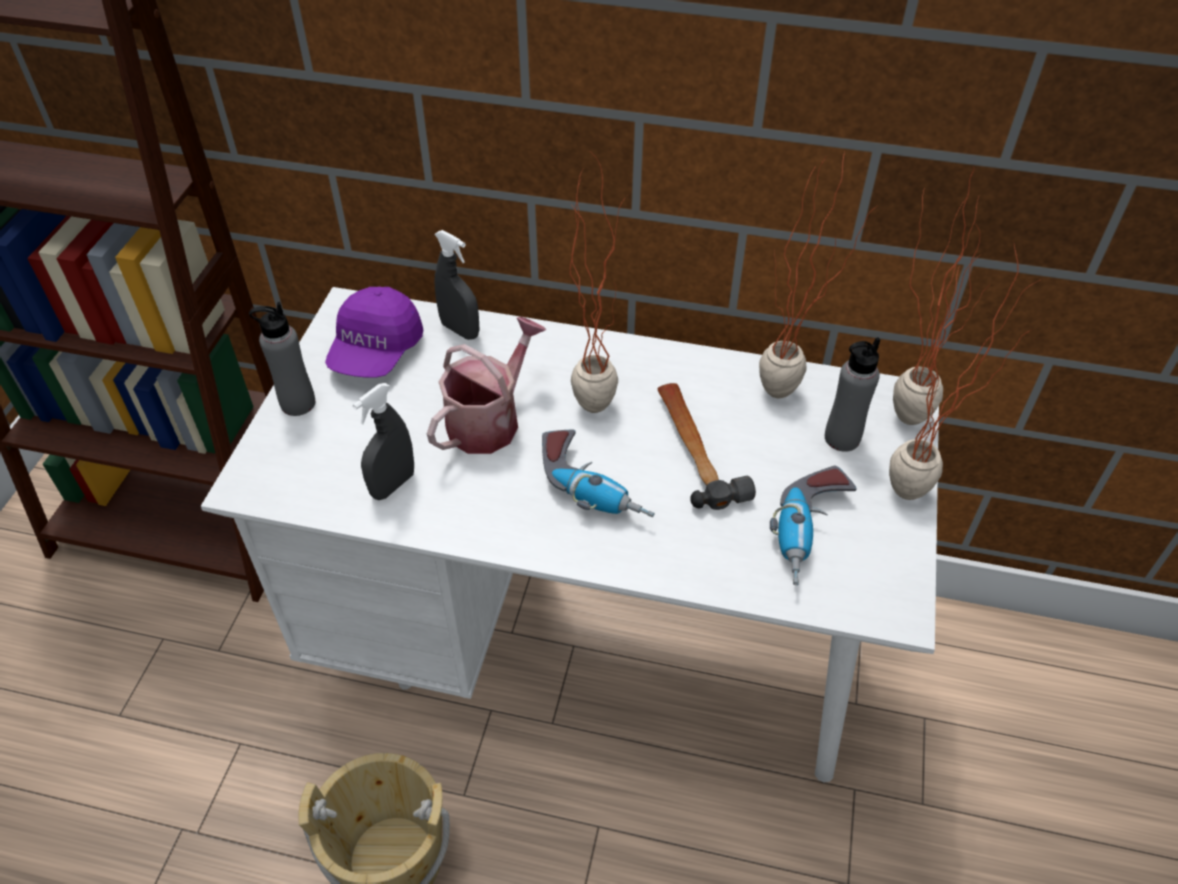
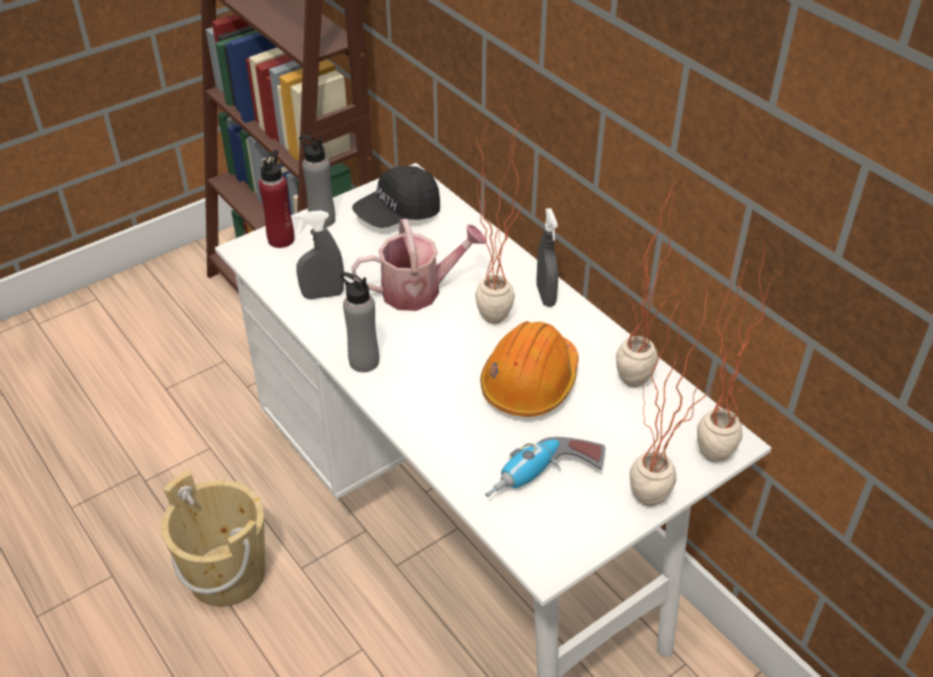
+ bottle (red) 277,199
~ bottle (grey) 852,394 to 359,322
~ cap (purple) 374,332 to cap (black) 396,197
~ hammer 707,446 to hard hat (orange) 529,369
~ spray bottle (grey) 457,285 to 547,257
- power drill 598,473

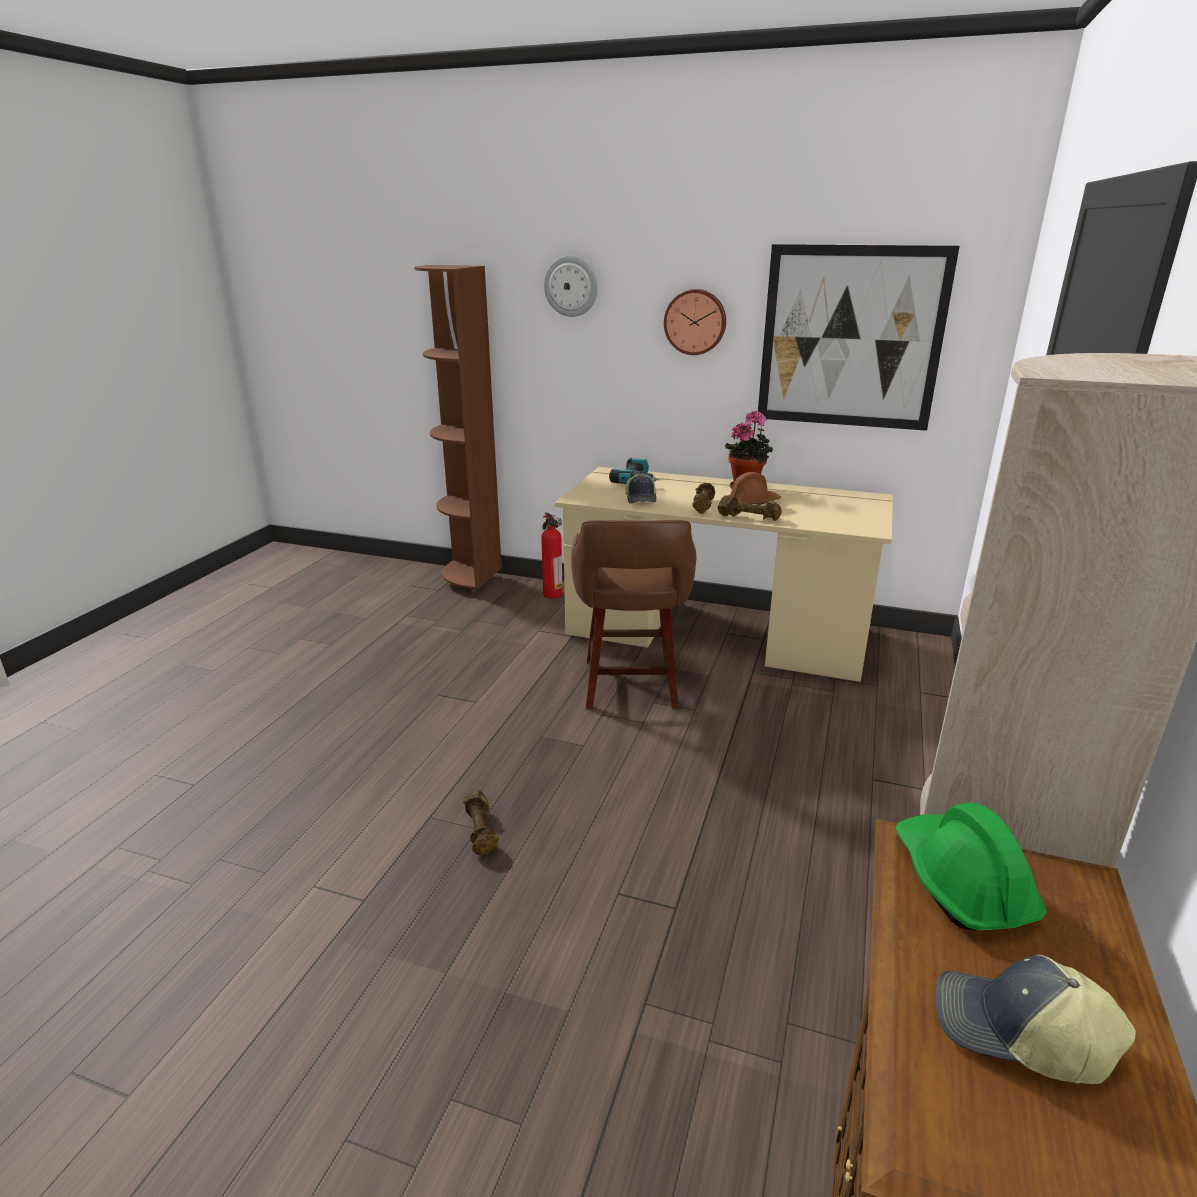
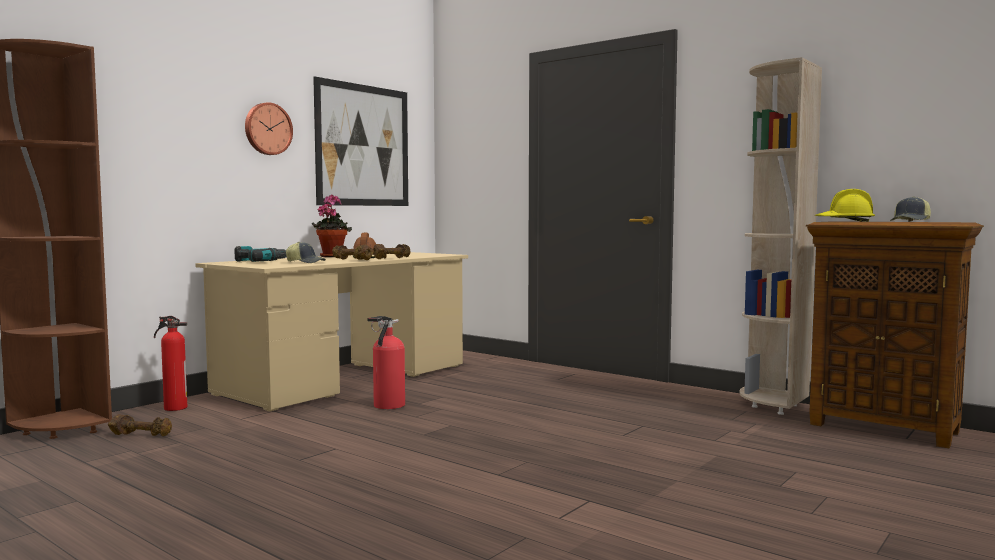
~ dumbbell (brown) 481,822 to 140,425
~ stool (brown) 633,614 to fire extinguisher 386,362
~ hard hat (green) 971,866 to hard hat (yellow) 845,205
- wall clock 571,286

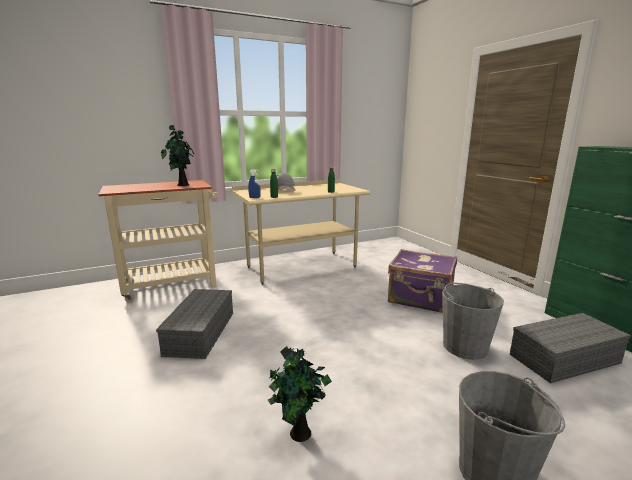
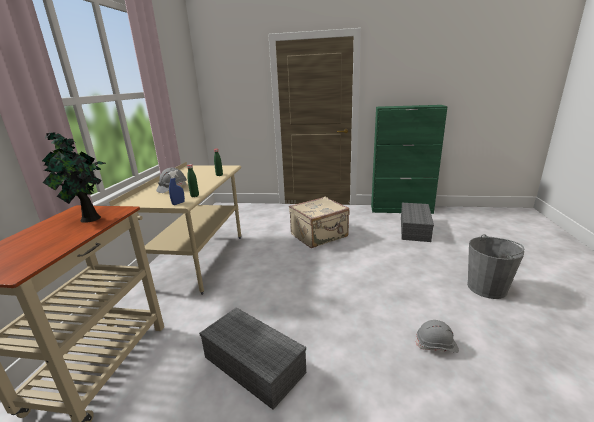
~ suitcase (purple) 422,281 to suitcase (beige) 319,222
~ potted plant 300,394 to hard hat (grey) 437,336
- bucket (grey) 473,321

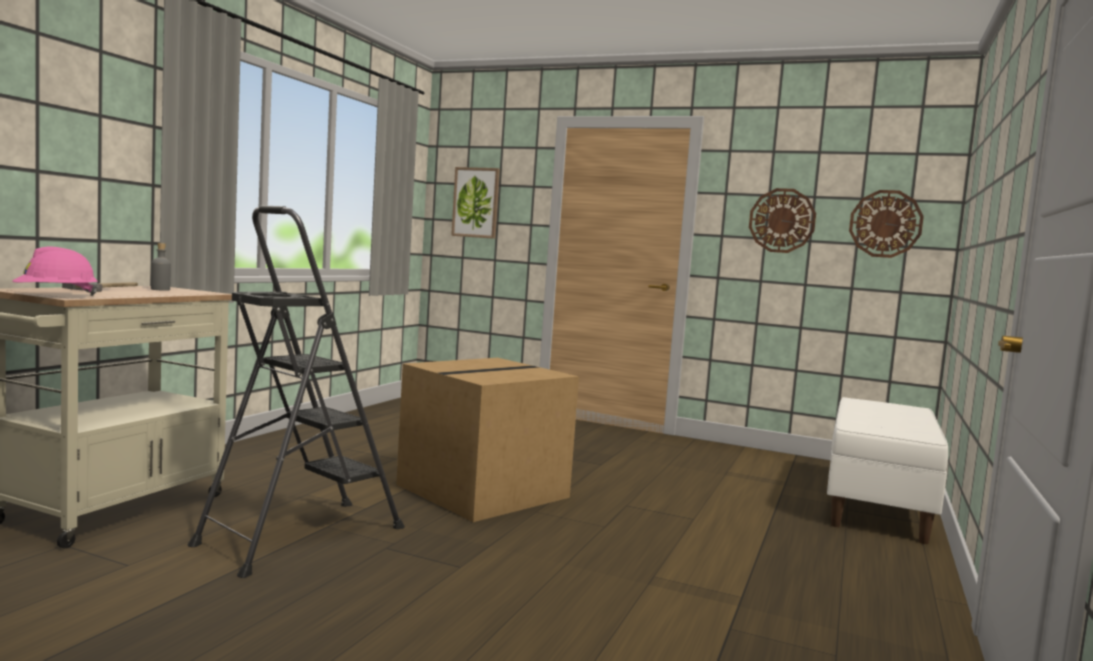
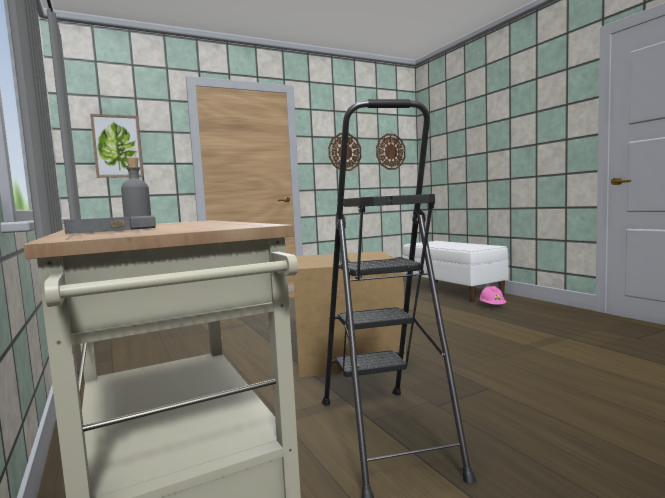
~ hard hat (pink) 55,271 to 493,295

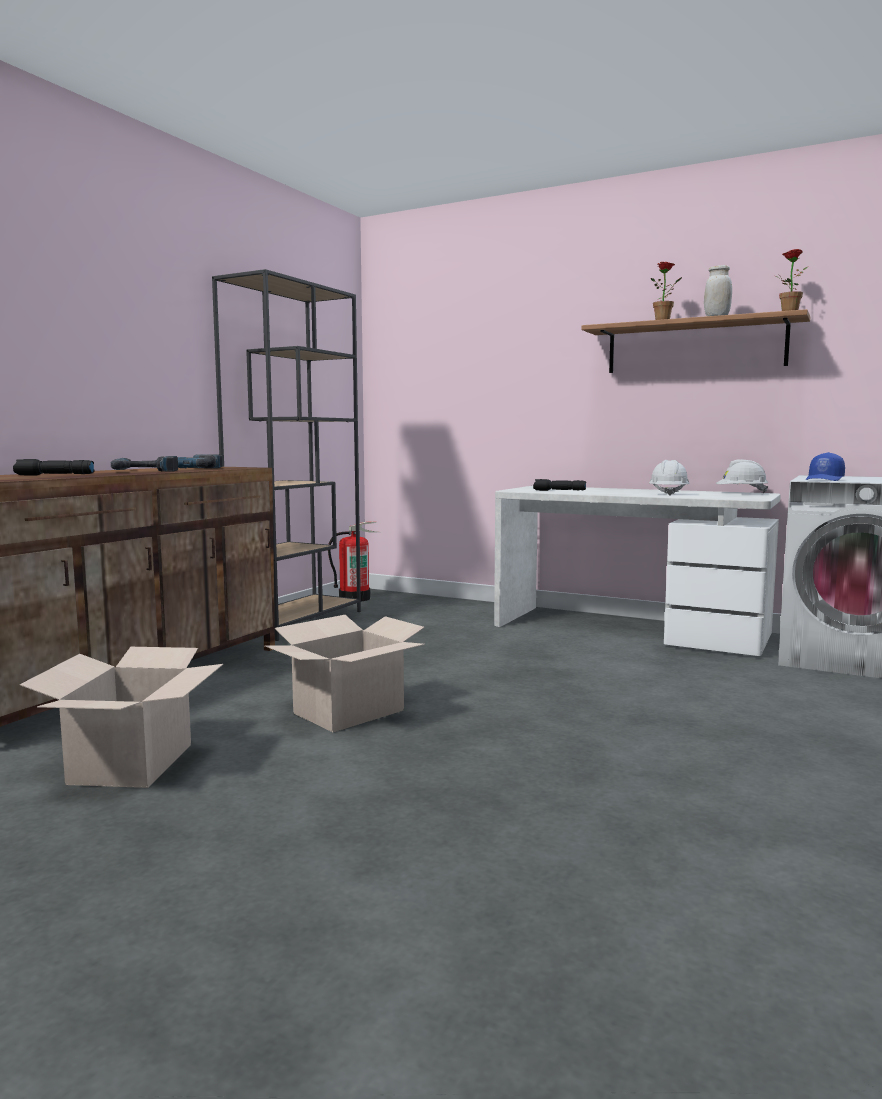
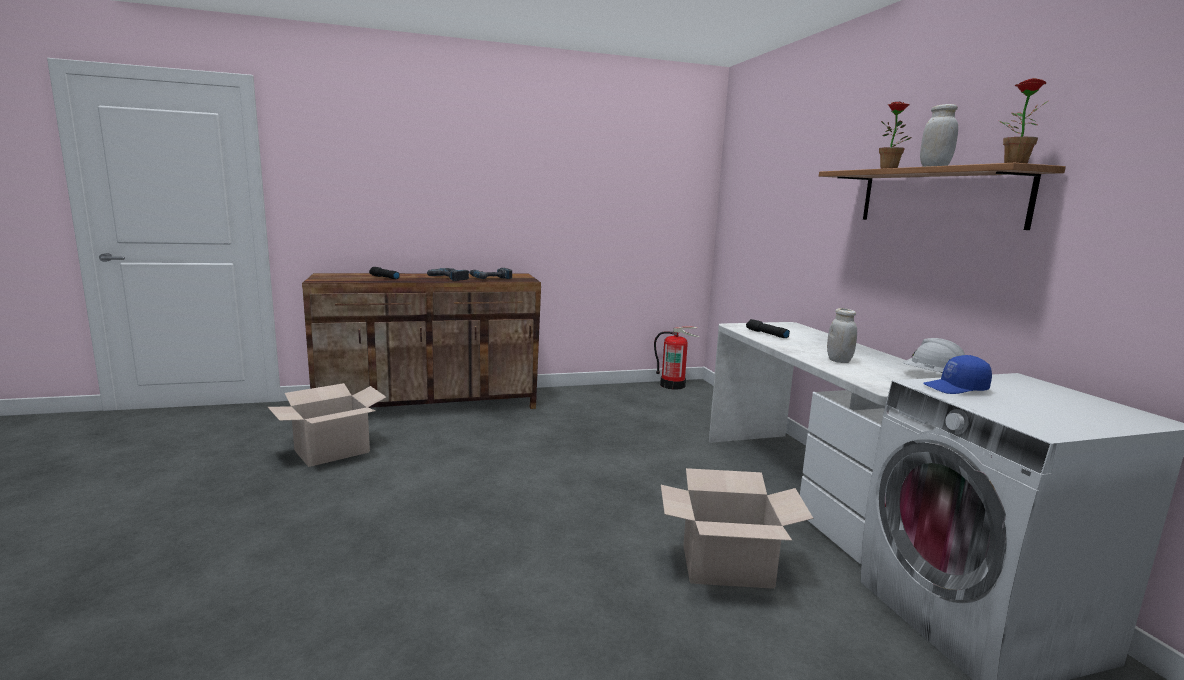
~ cardboard box 344,673 to 737,528
~ hard hat (white) 669,478 to jar (white) 842,335
- bookcase 286,455

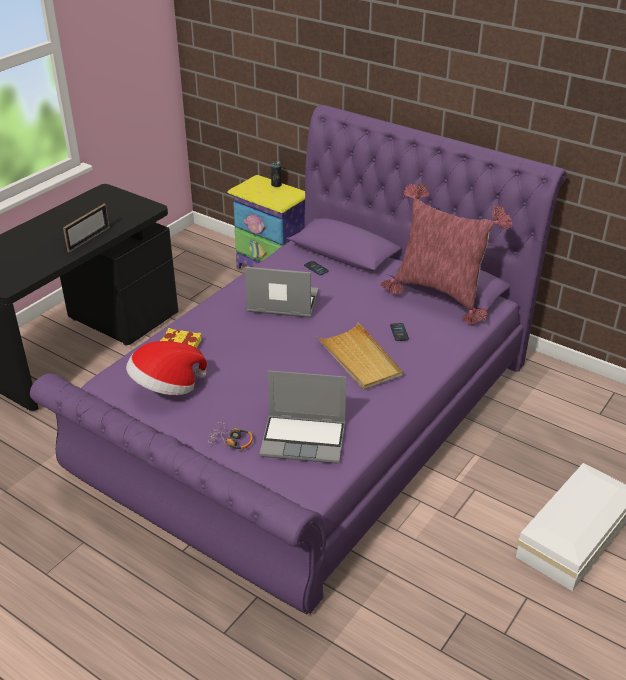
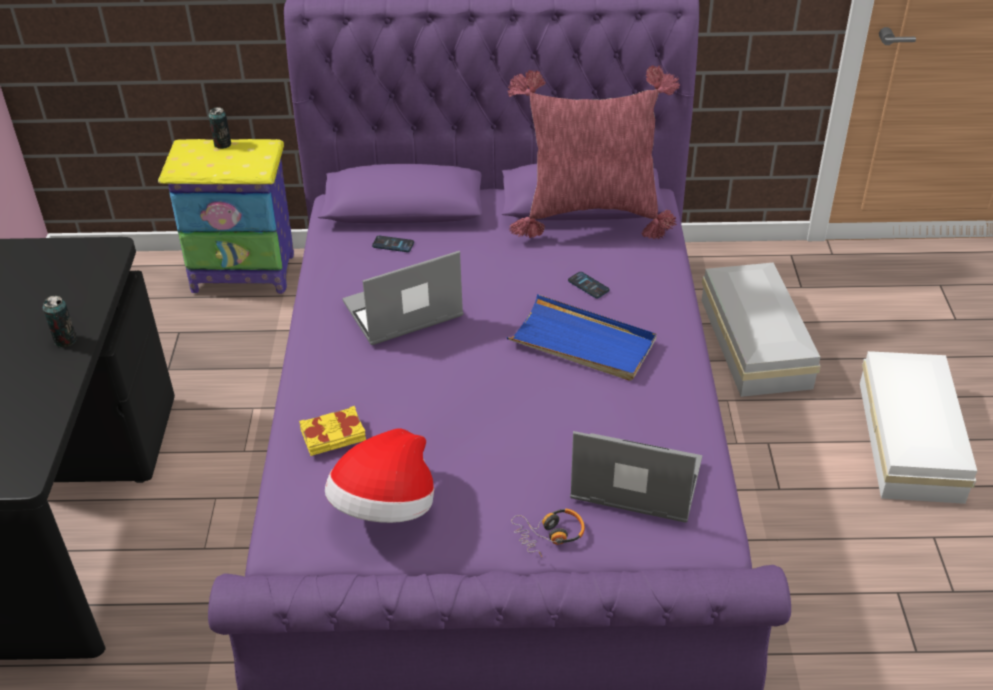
~ picture frame 86,228 to can 60,321
~ tray (beige) 359,356 to tray (blue) 582,337
~ laptop 302,416 = 636,477 135 degrees counterclockwise
+ storage box (white) 761,329

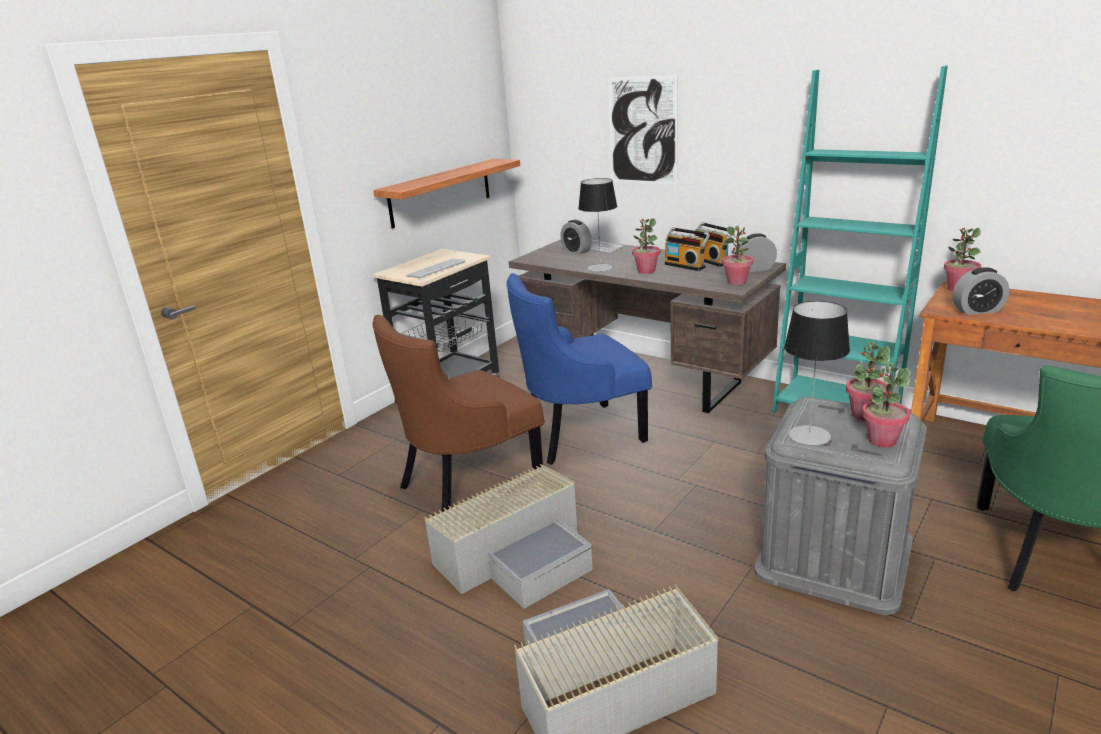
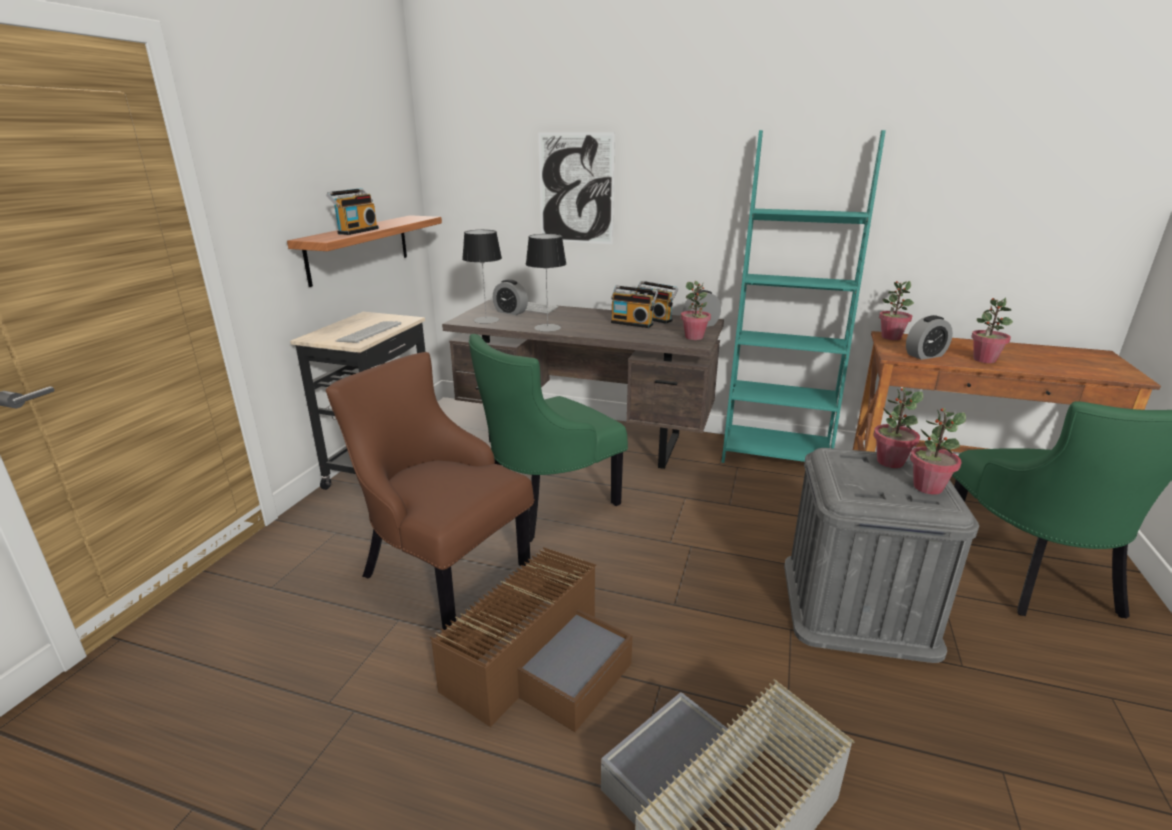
+ radio 352,211
~ chair (brown) 458,413 = 430,491 90 degrees clockwise
~ storage box (grey) 508,536 to storage box (brown) 531,639
~ table lamp 817,373 to 482,277
~ chair (blue) 579,369 to chair (green) 548,438
~ potted plant 646,246 to 992,330

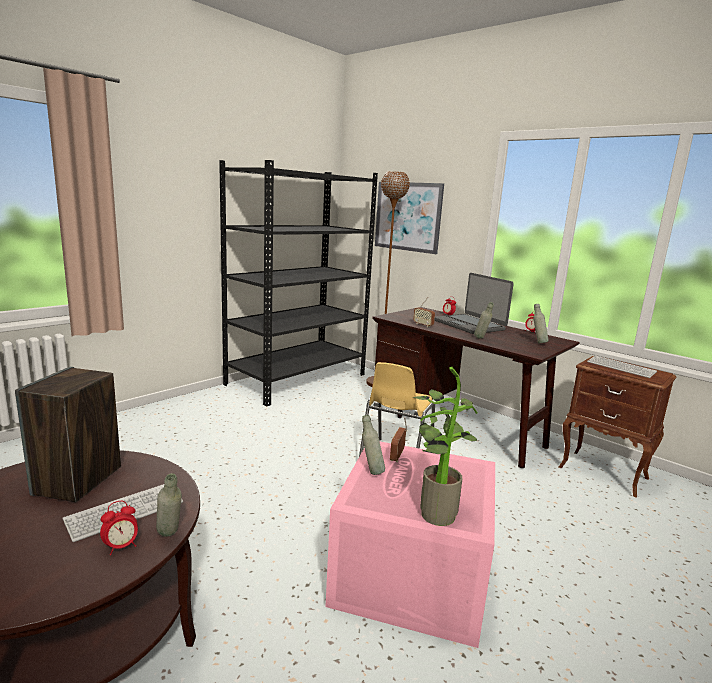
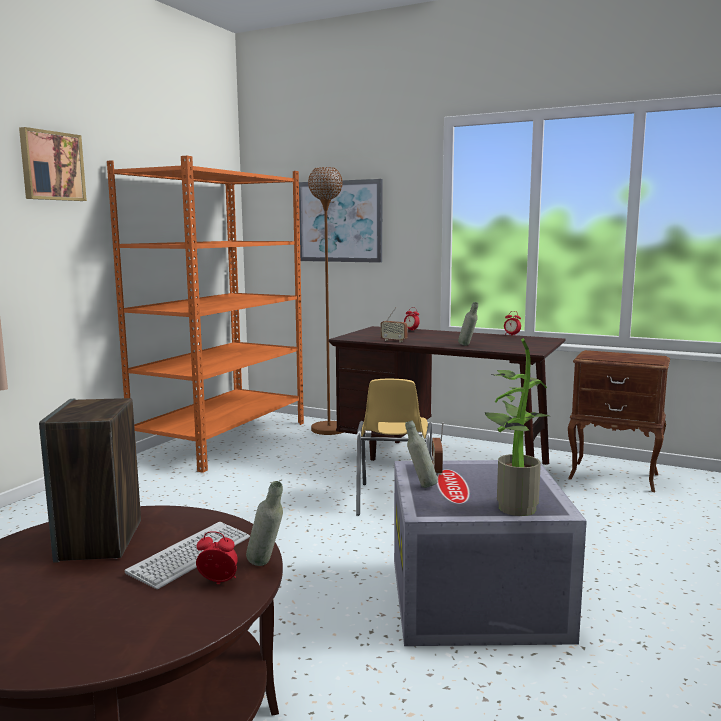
+ picture 53,164
~ bookcase (black) 298,283 to bookcase (orange) 205,314
~ alarm clock 119,528 = 217,557 120 degrees counterclockwise
~ storage box (pink) 410,545 to storage box (grey) 490,553
- laptop 474,303
- bottle (grey) 541,324
- keyboard 622,366

